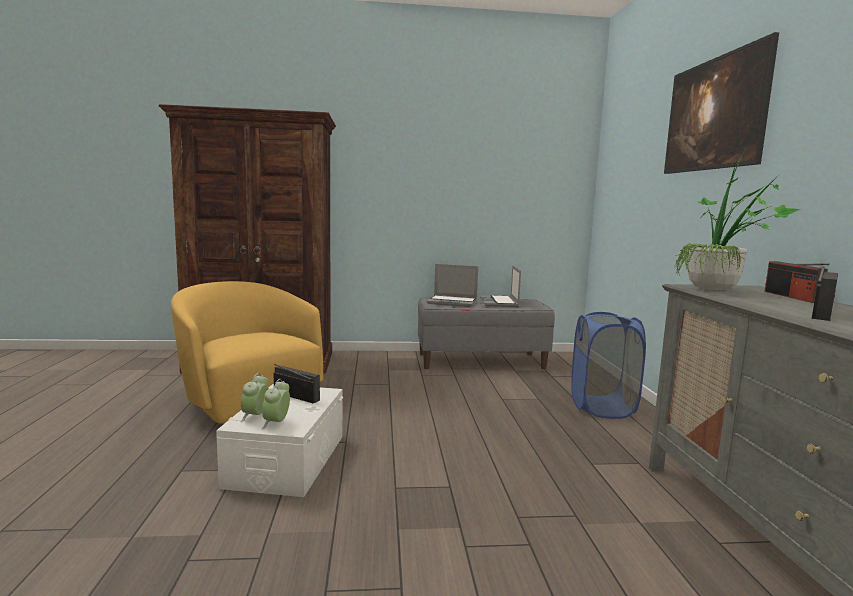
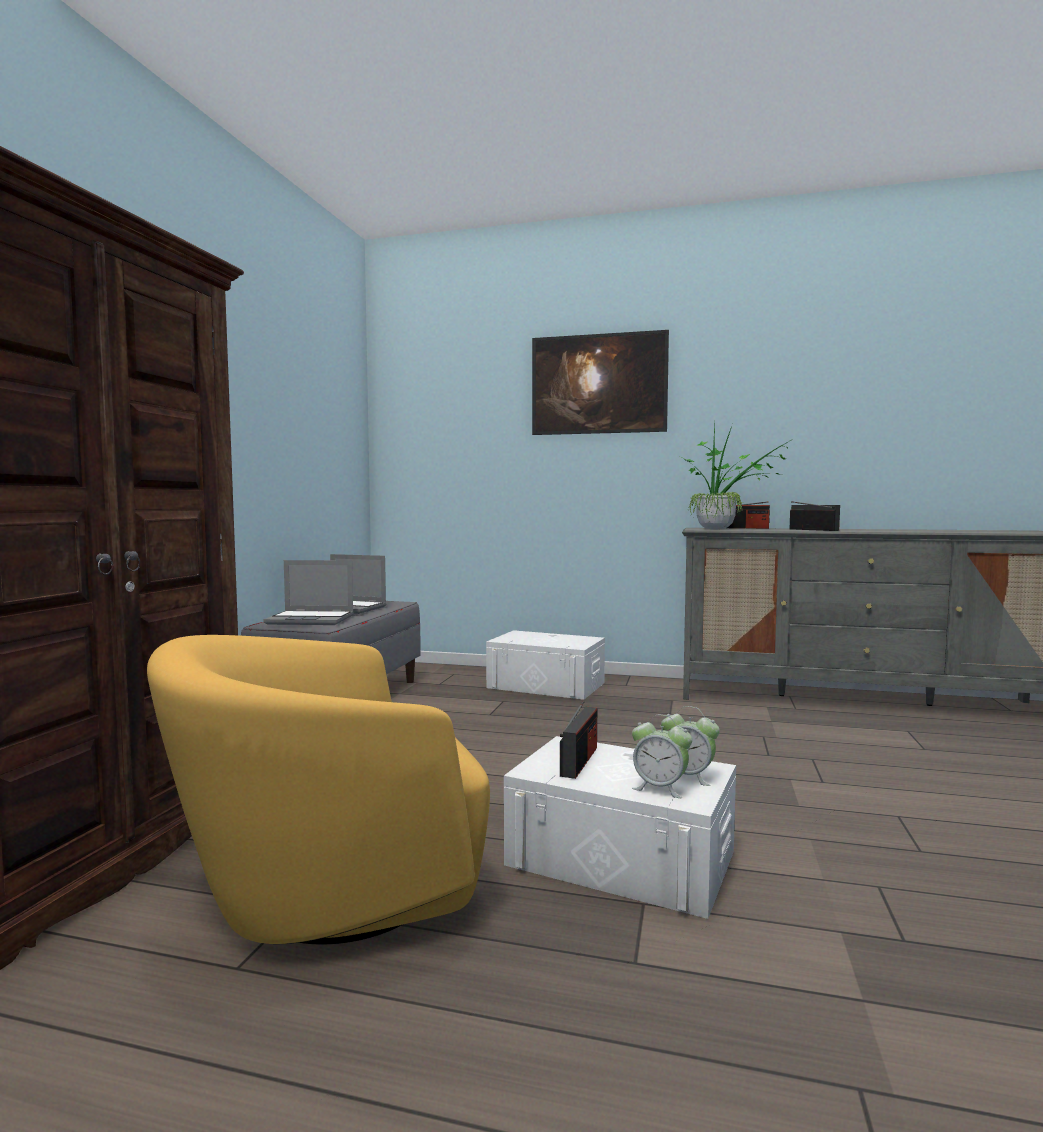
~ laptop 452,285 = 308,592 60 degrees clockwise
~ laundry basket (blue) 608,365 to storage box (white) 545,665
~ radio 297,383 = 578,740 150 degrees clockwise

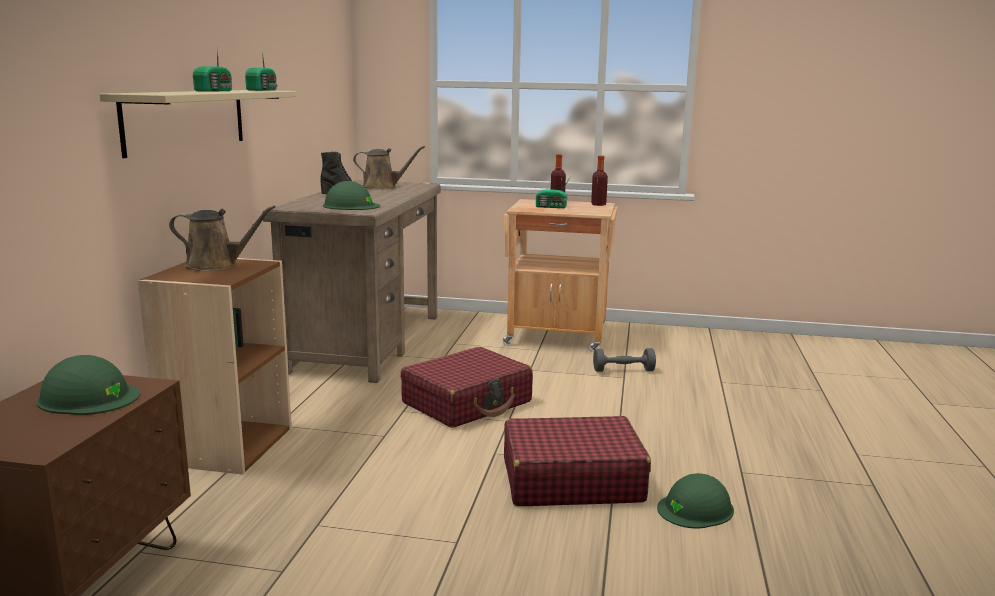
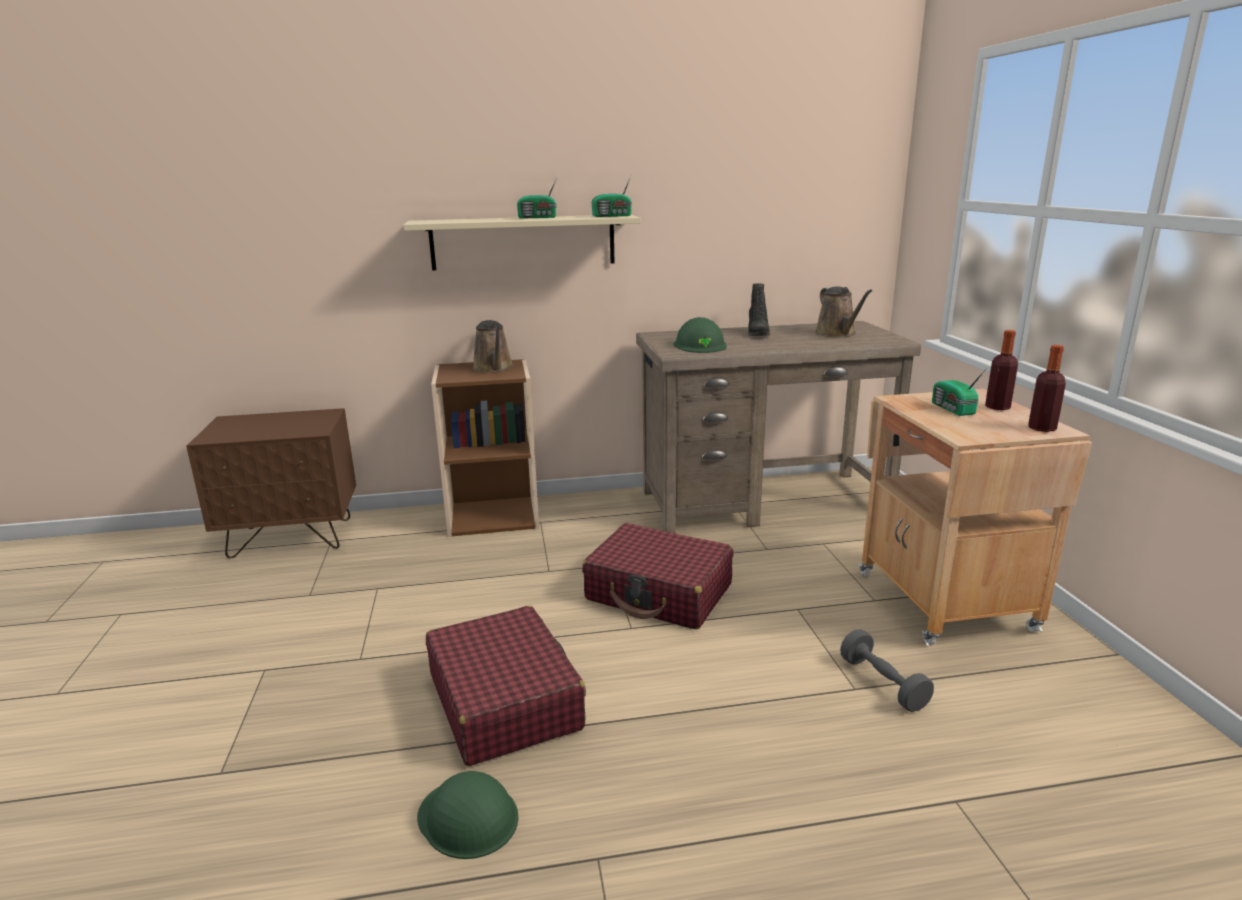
- hard hat (green) 88,385

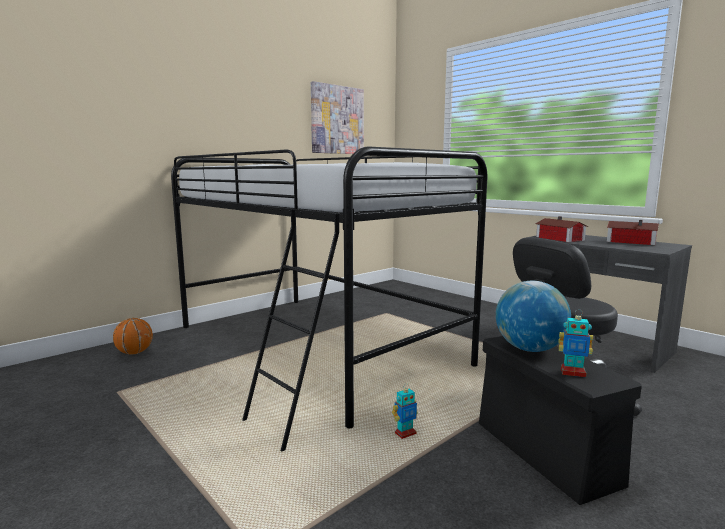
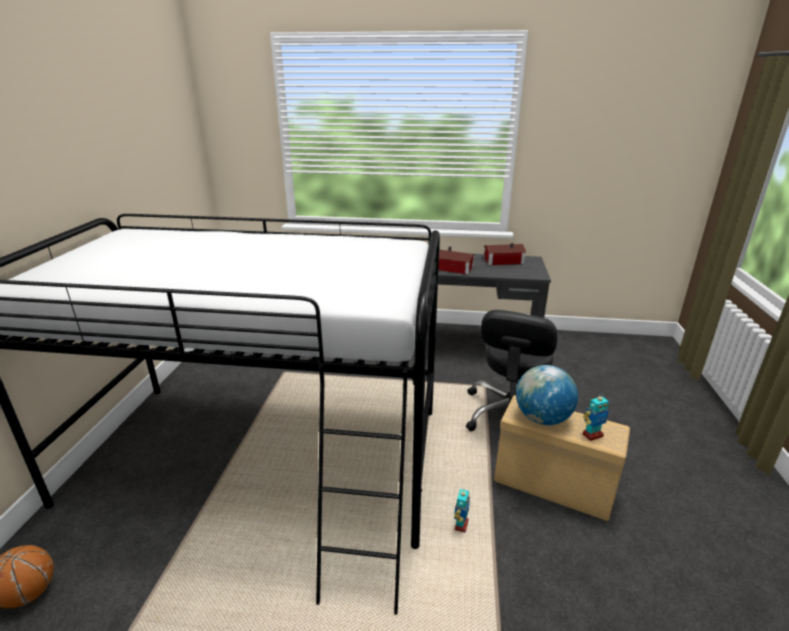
~ storage box (black) 560,420 to storage box (beige) 562,458
- picture 337,117

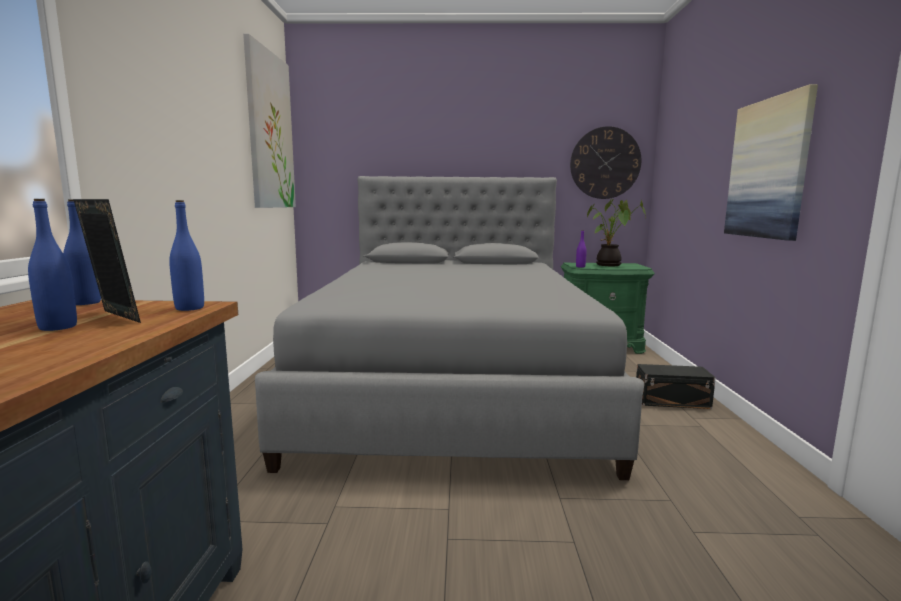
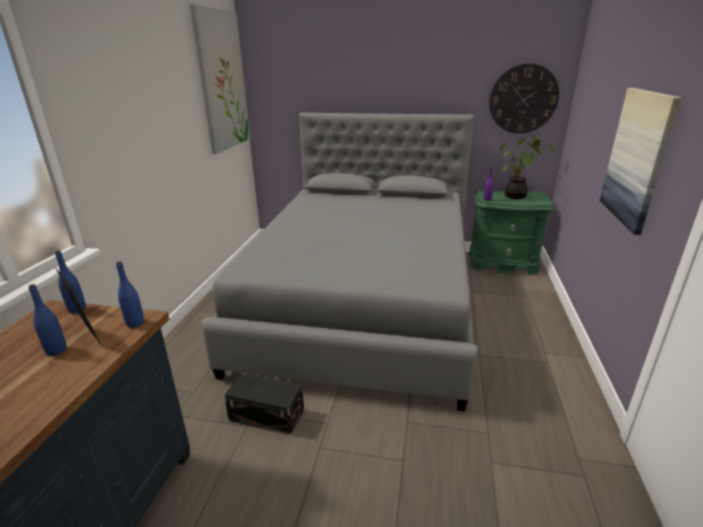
~ storage box (black) 676,386 to 264,404

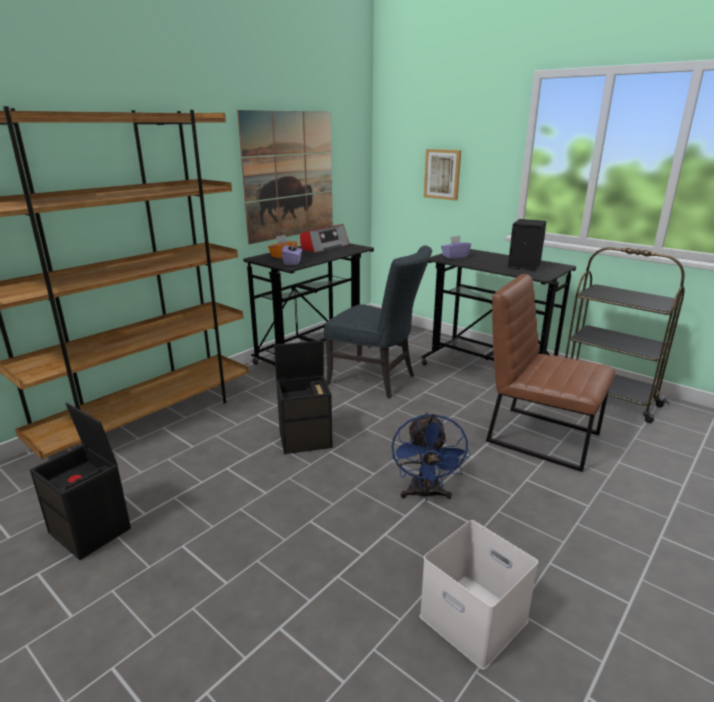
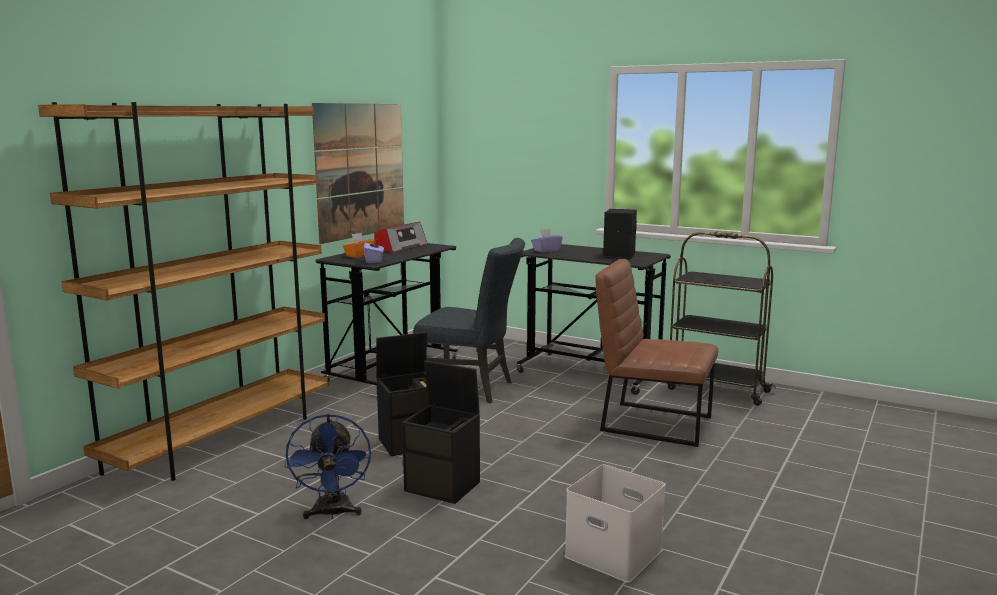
~ fan (blue) 431,456 to 327,466
~ storage box (black) 80,481 to 441,432
- picture 442,174

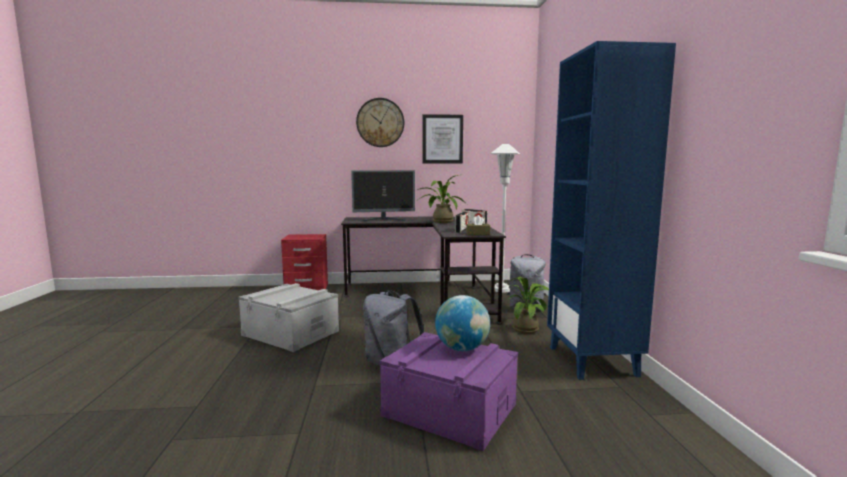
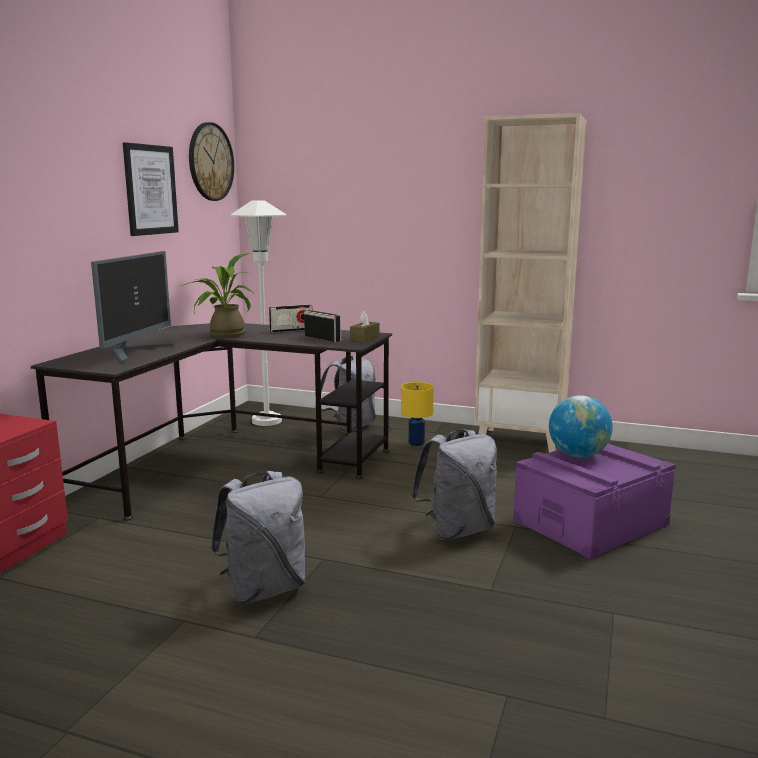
~ wall clock 380,122 to 211,161
~ storage box (grey) 288,317 to backpack (grey) 258,537
~ potted plant 528,305 to table lamp (yellow) 417,414
~ bookcase (blue) 611,210 to bookcase (beige) 530,283

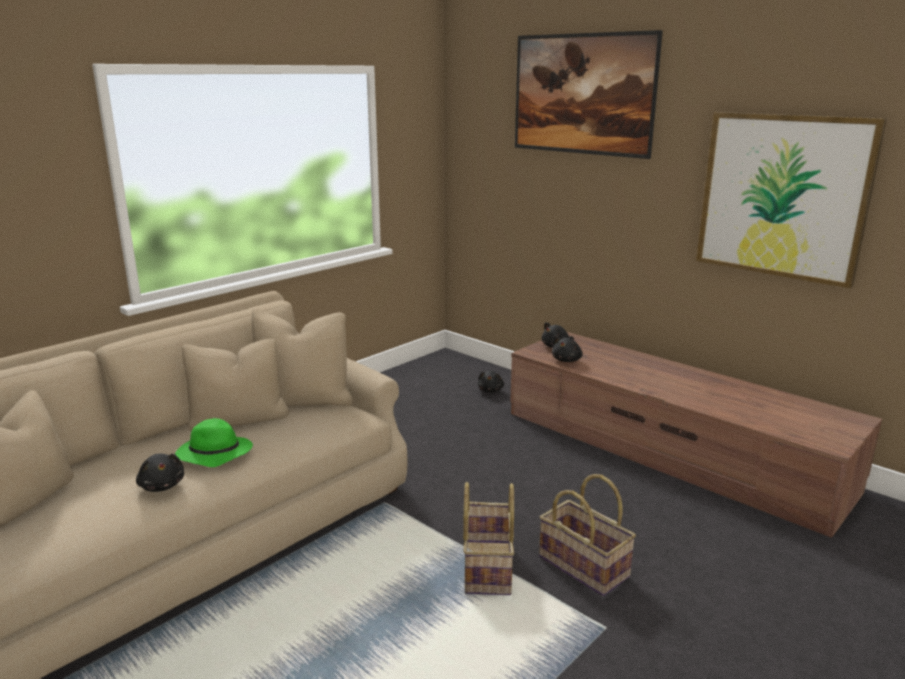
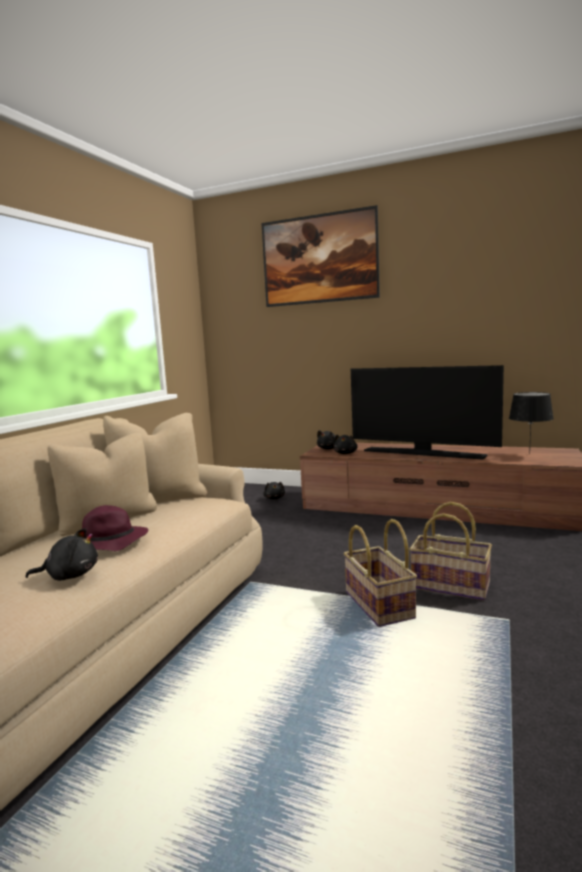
~ plush toy (black) 160,472 = 61,554 45 degrees counterclockwise
~ hat (green) 214,442 to hat (purple) 115,528
+ television 427,412
+ table lamp (black) 531,423
- picture 791,200

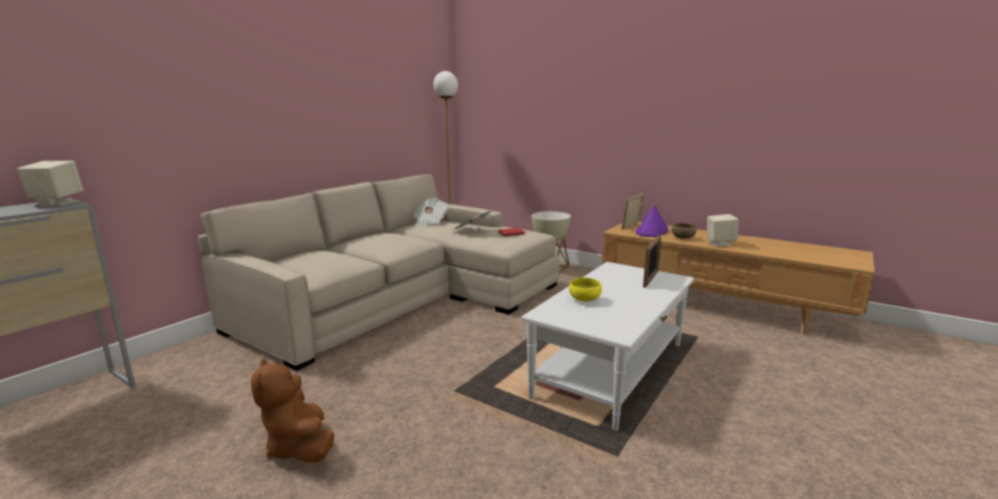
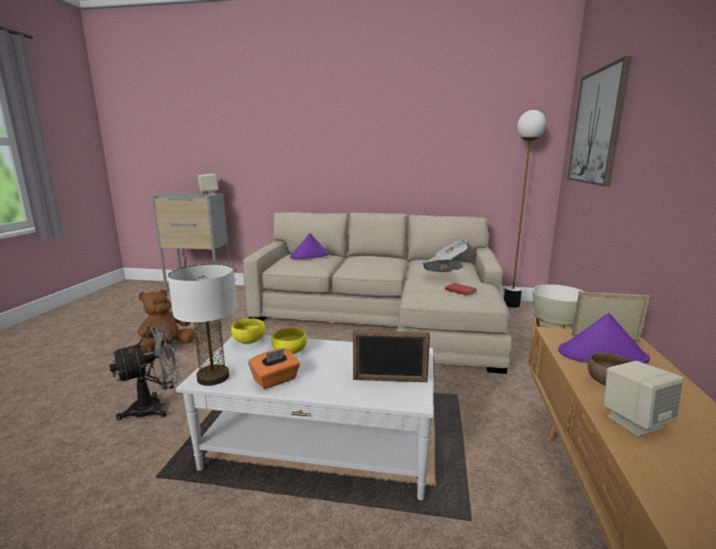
+ fan (grey) 144,371
+ table lamp 202,325
+ bowl (yellow) 248,331
+ tissue box (orange) 274,368
+ hat (purple) 309,246
+ picture 599,121

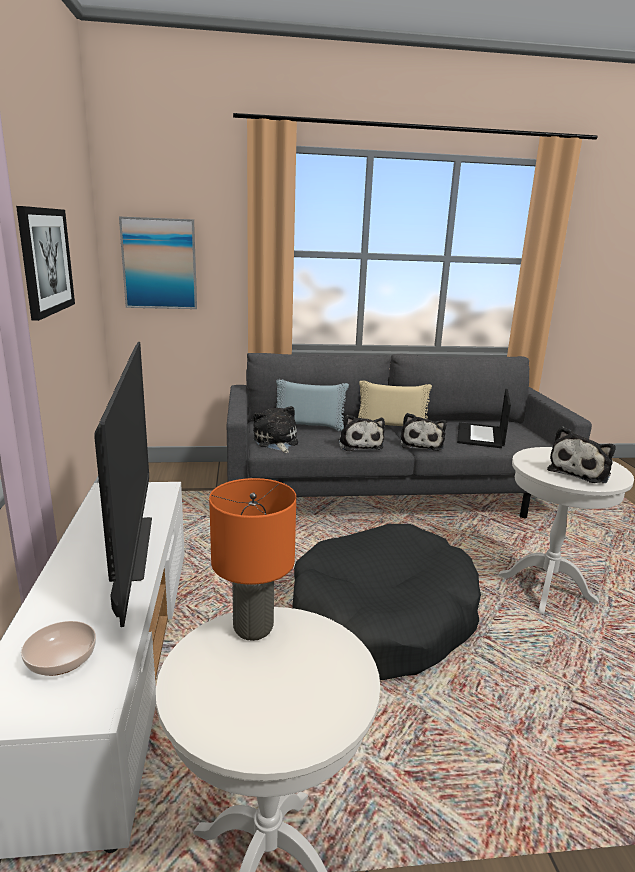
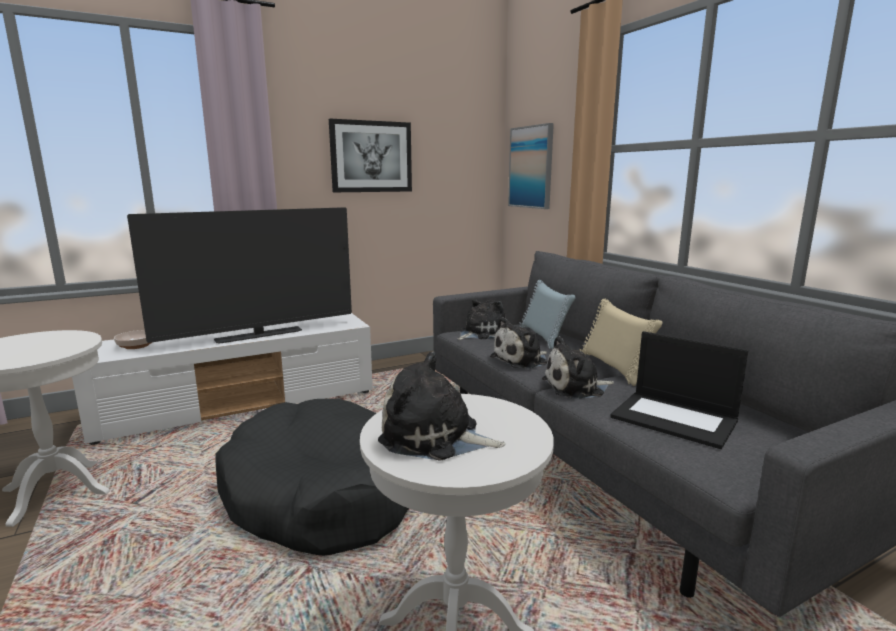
~ laptop 484,418 = 679,390 135 degrees counterclockwise
- table lamp (orange) 252,559

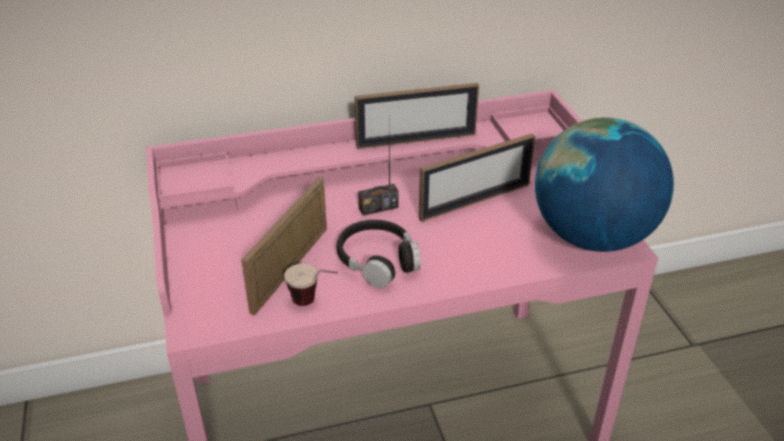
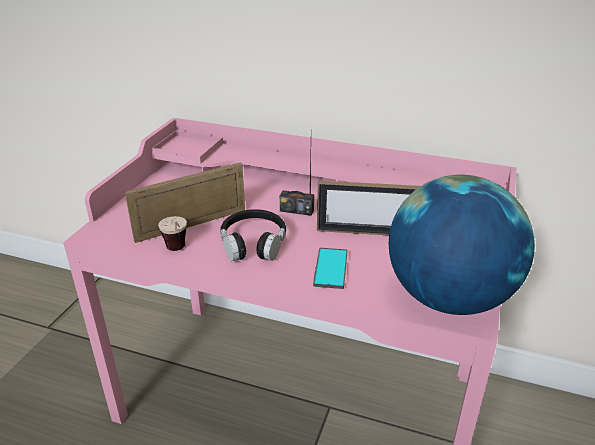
+ phone 330,268
- picture frame 417,116

